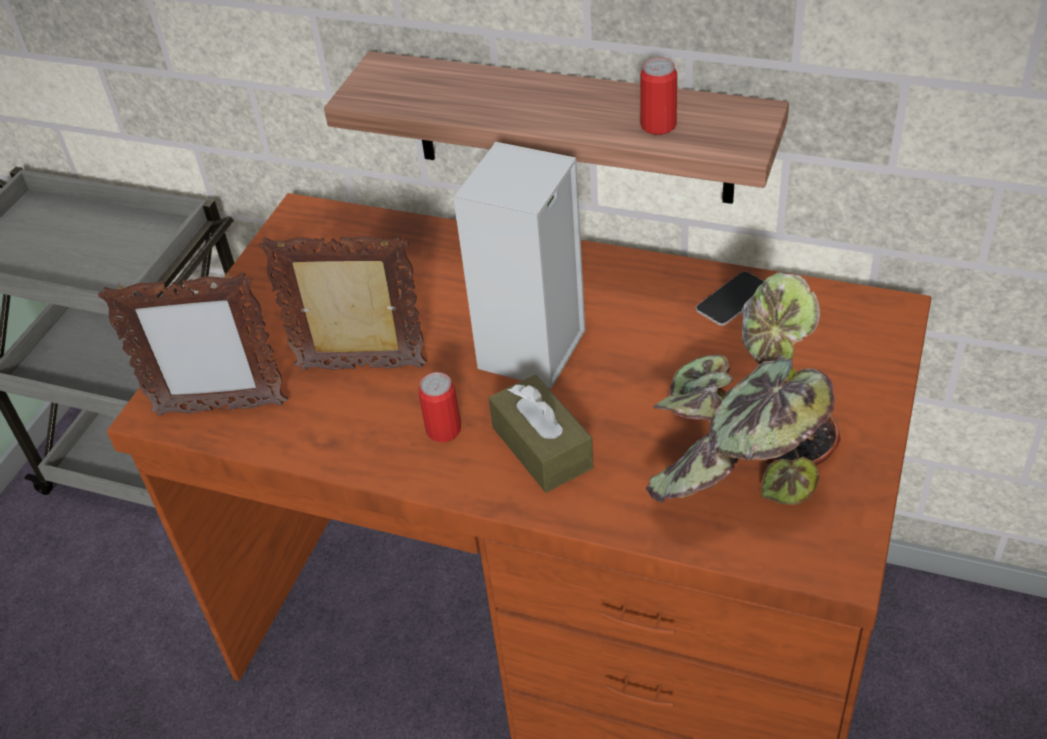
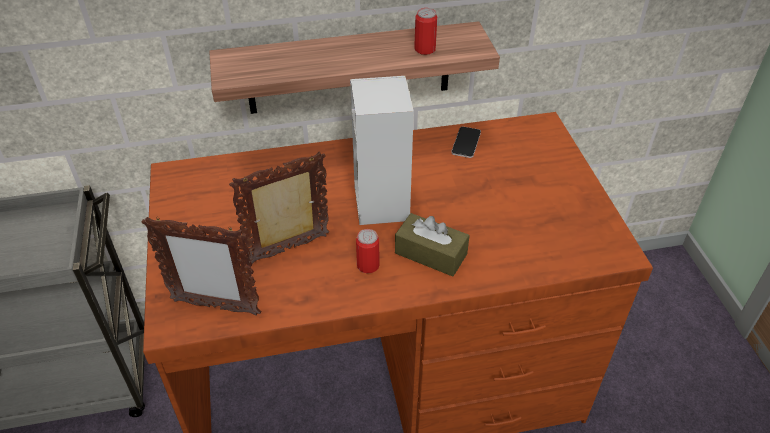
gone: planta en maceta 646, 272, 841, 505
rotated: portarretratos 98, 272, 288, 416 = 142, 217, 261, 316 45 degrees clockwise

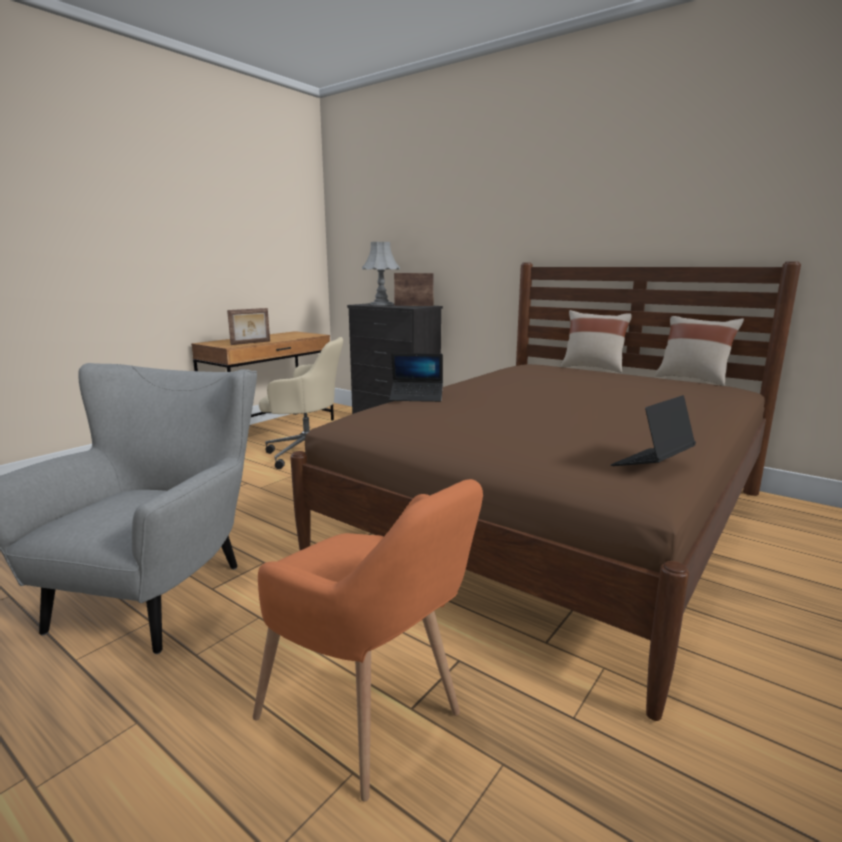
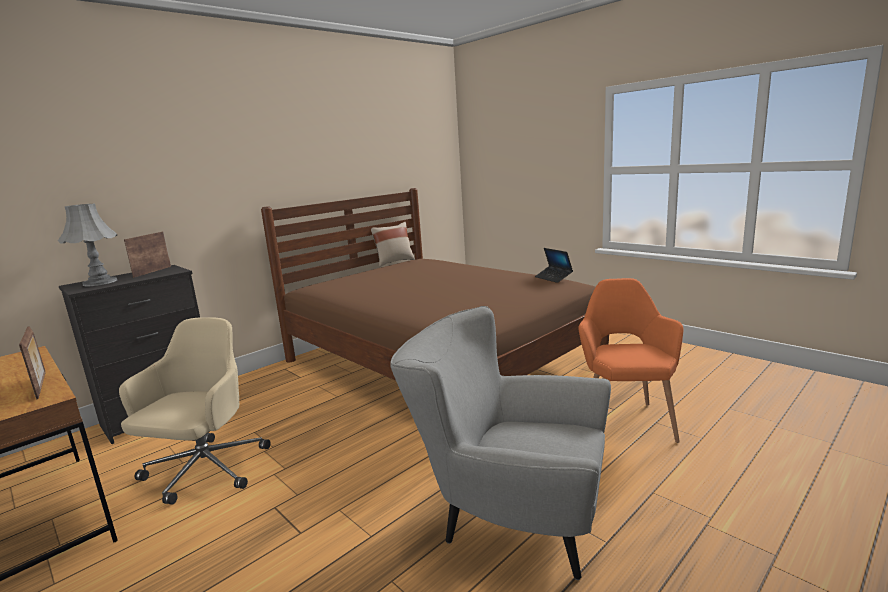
gone: cojín [beis] 560, 310, 632, 373; portátil 389, 353, 443, 402
rotated: sillón [naranja] 253, 479, 483, 801 = 578, 278, 683, 443 45 degrees counterclockwise

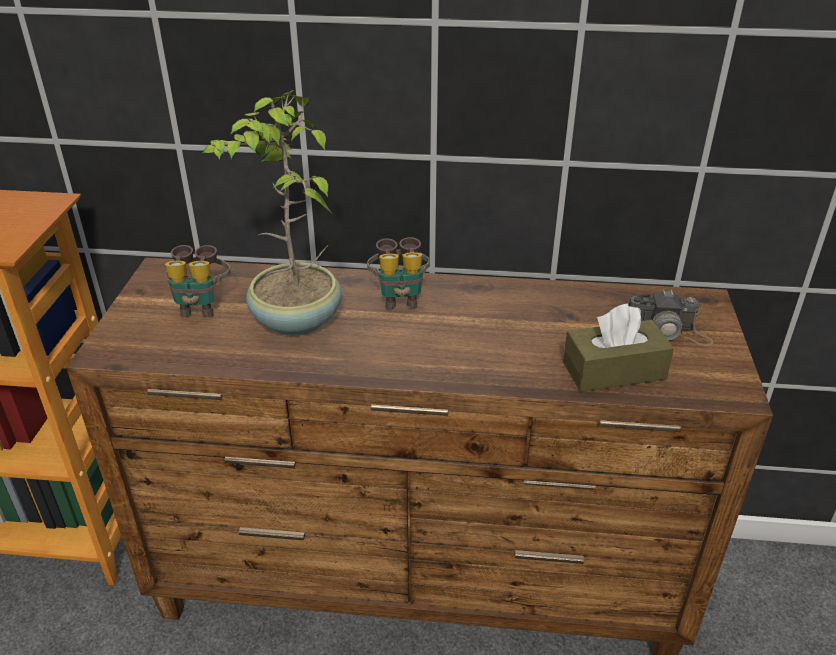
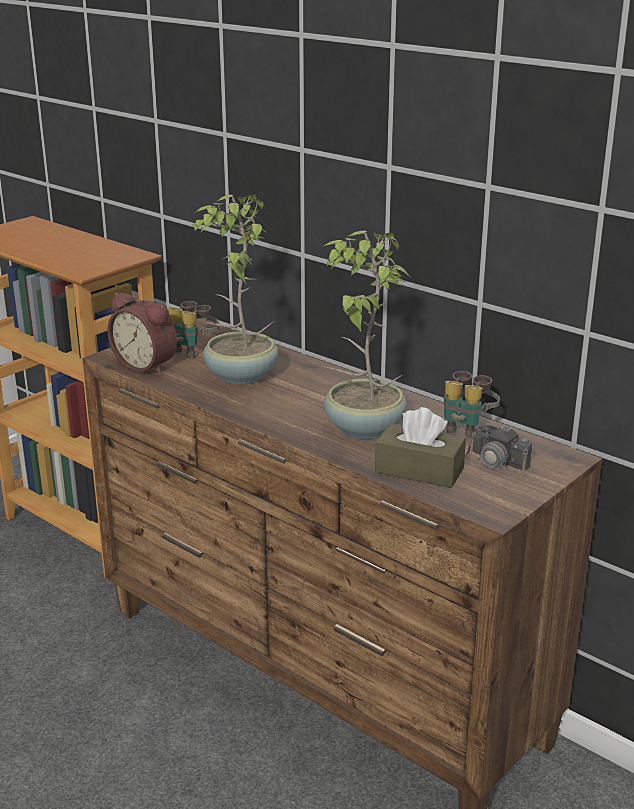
new: planta en maceta 323, 231, 410, 439; despertador 107, 292, 177, 374
shifted: prismáticos 367, 237, 430, 310 to 444, 371, 500, 438

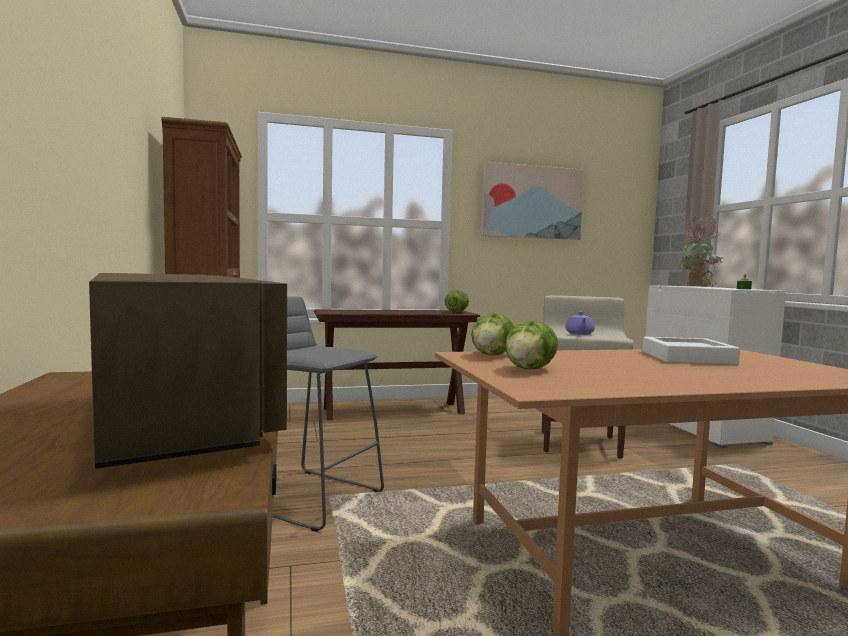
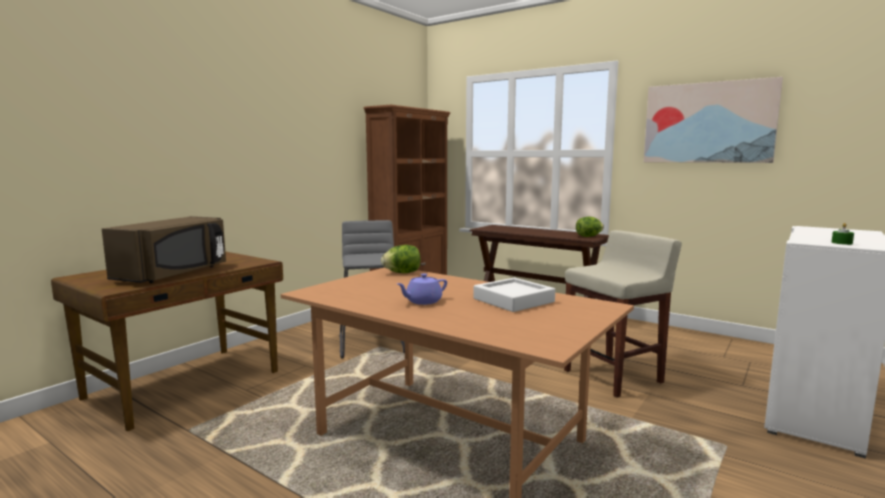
gone: planta en maceta 679, 216, 722, 286; lechuga 505, 321, 558, 369
shifted: tetera [morado] 565, 312, 595, 335 to 397, 273, 447, 305

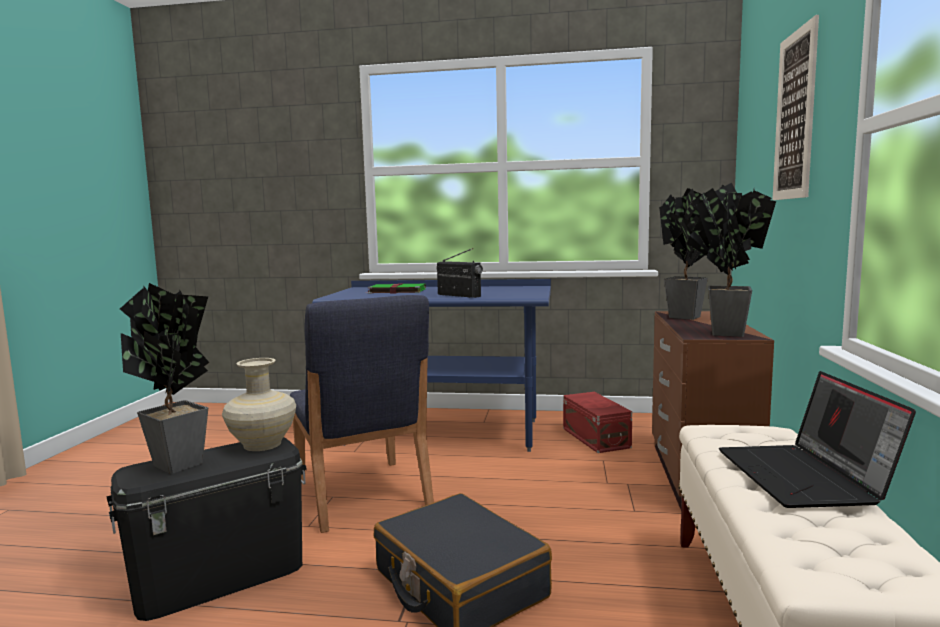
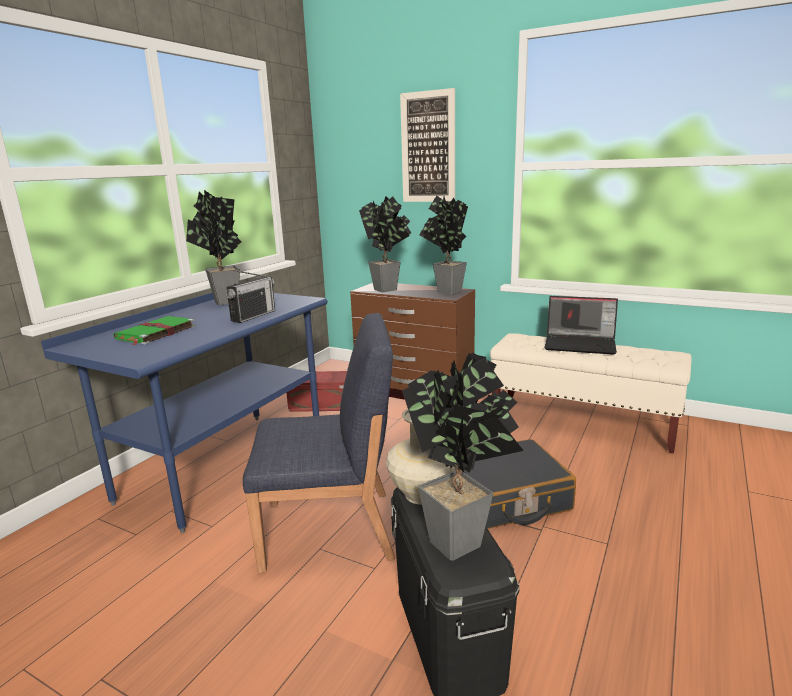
new: planta en maceta 186, 190, 241, 305
rotated: radio 436, 248, 483, 298 = 226, 270, 275, 323 150 degrees clockwise

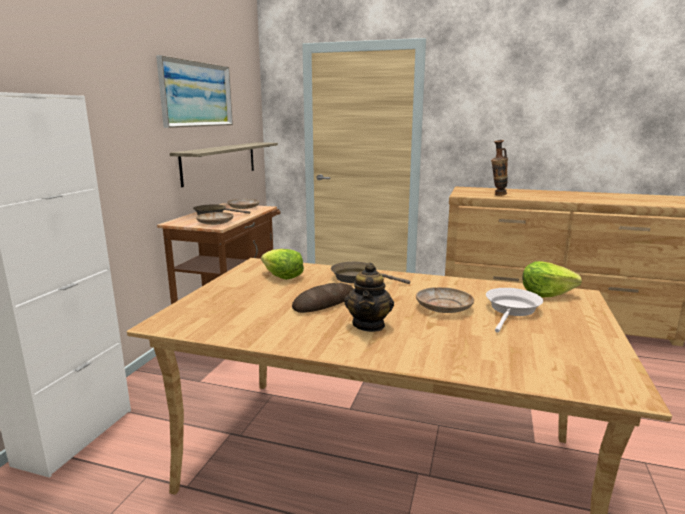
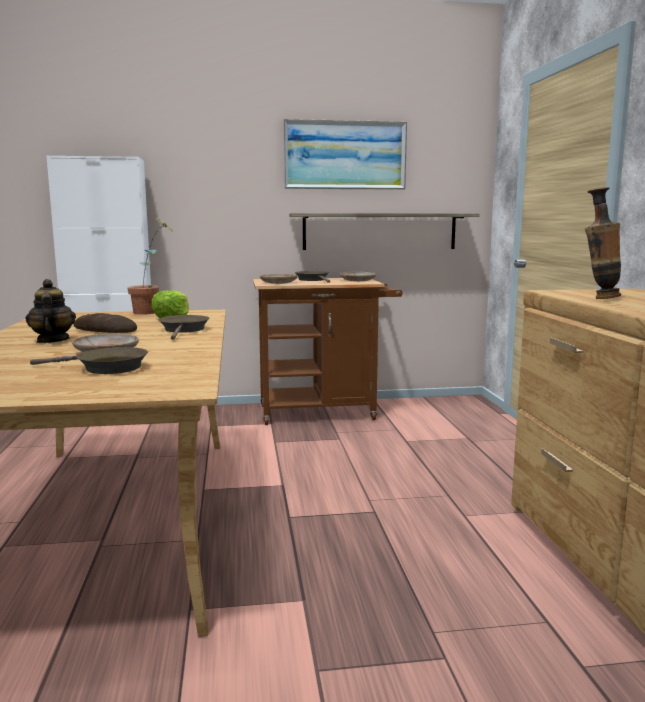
gone: lechuga 523, 261, 582, 297
new: planta en maceta 128, 218, 172, 315
repainted: sartén [blanco] 486, 288, 543, 333 to sartén [marrón] 30, 347, 148, 374
rotated: tetera 344, 262, 394, 332 = 25, 279, 76, 343 90 degrees clockwise

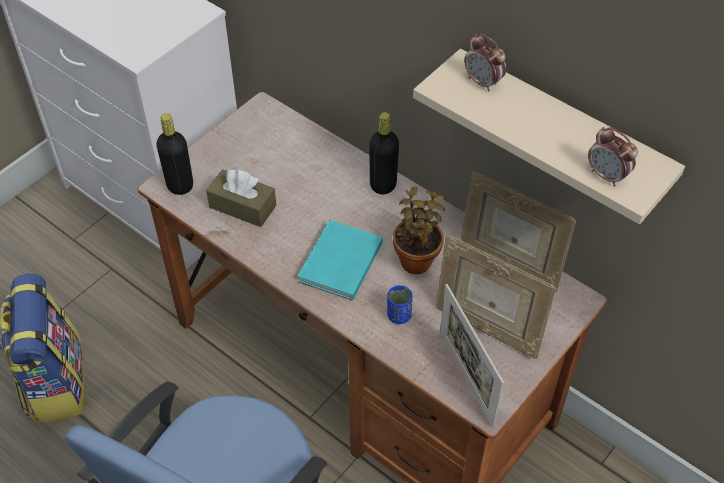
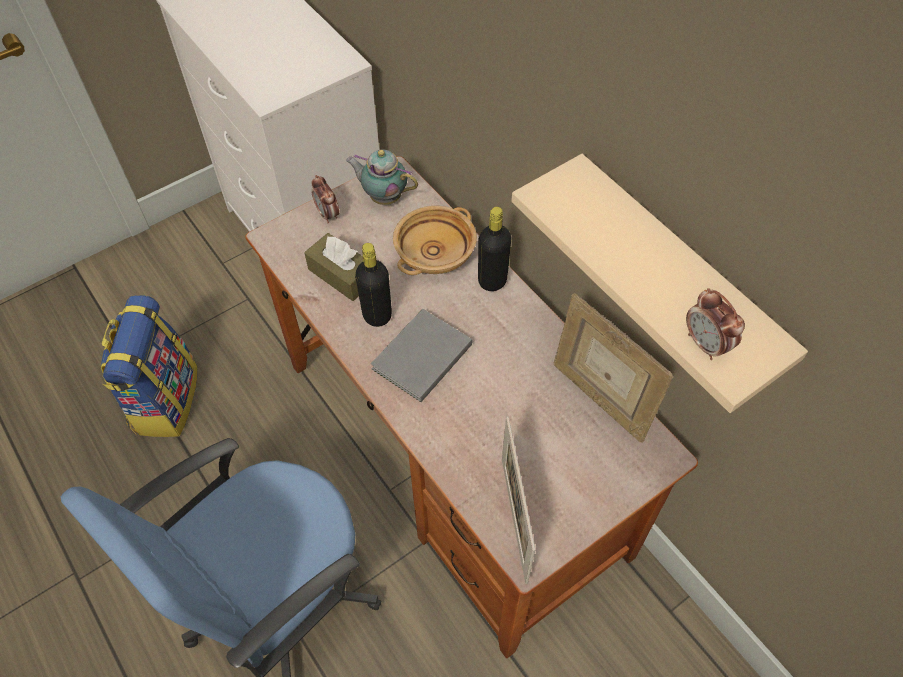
gone: planta en maceta 393, 186, 445, 274; portarretratos 436, 235, 556, 359; taza [azul] 387, 285, 413, 324
new: tetera 346, 150, 418, 205; cuenco [beis] 393, 206, 477, 275
shifted: despertador 464, 34, 506, 92 to 311, 175, 339, 223; botella [negro] 156, 113, 193, 195 to 355, 243, 392, 327
repainted: libro [turquesa] 298, 220, 383, 301 to libro [gris] 371, 309, 472, 402

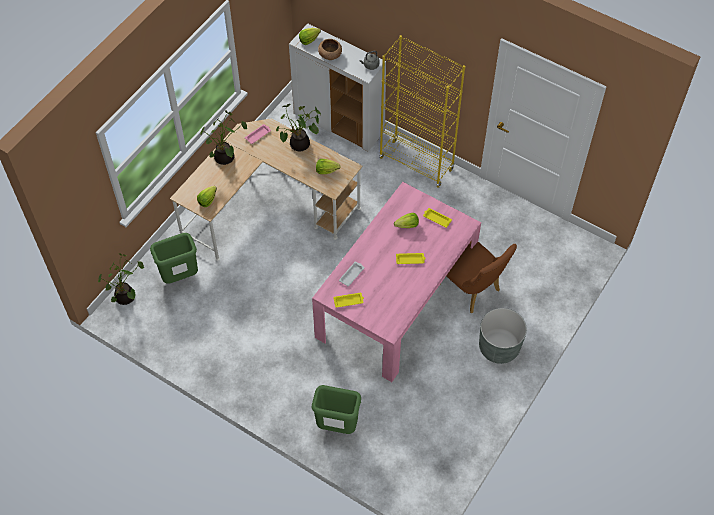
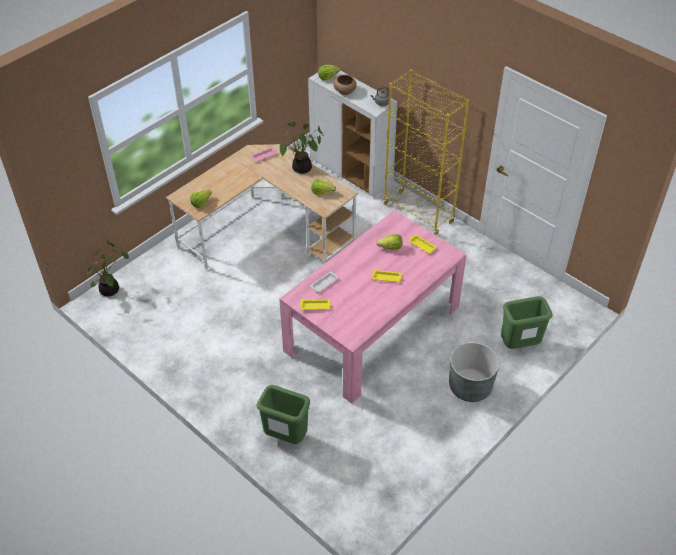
gone: planta en maceta 200, 110, 247, 165; silla [marrón] 439, 240, 517, 313
shifted: papelera [verde] 150, 233, 198, 284 to 501, 296, 553, 349

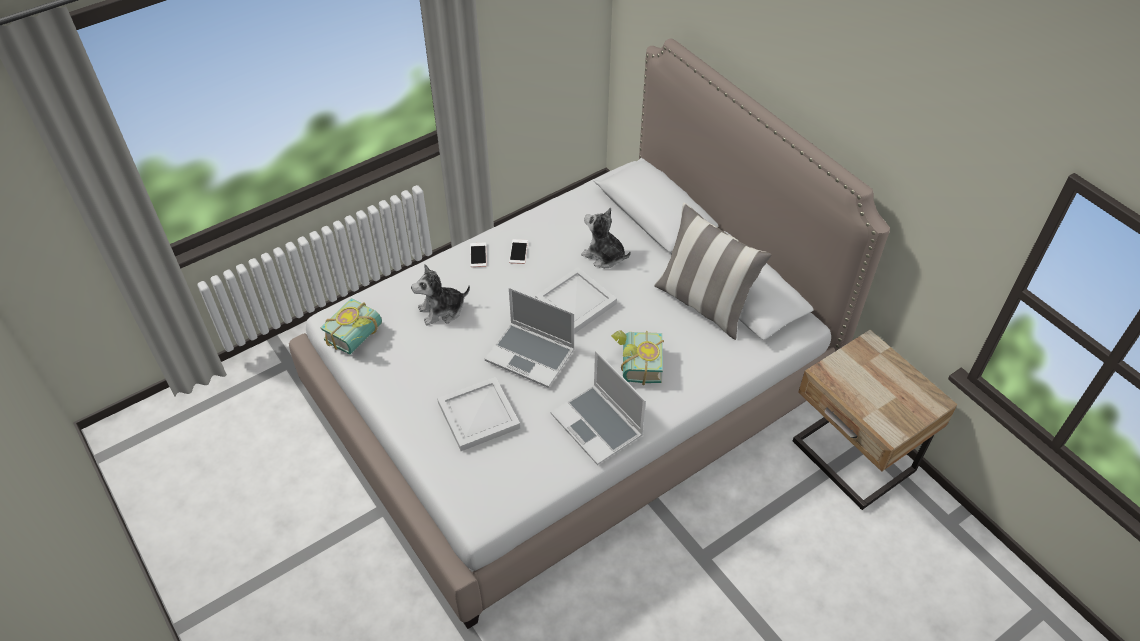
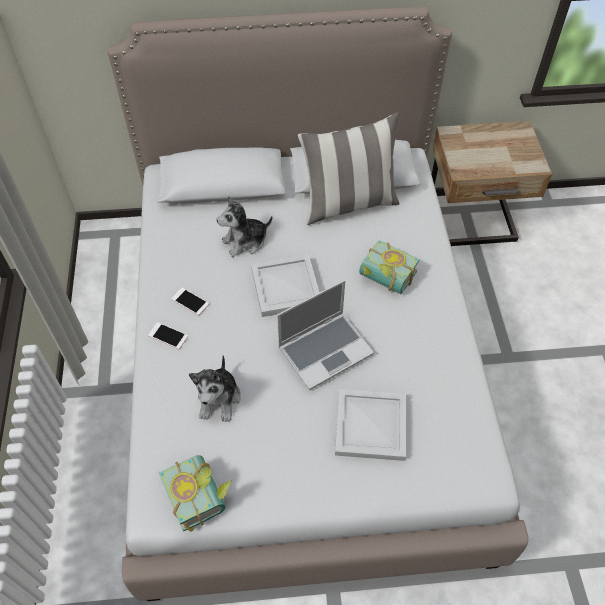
gone: portátil 551, 350, 646, 465

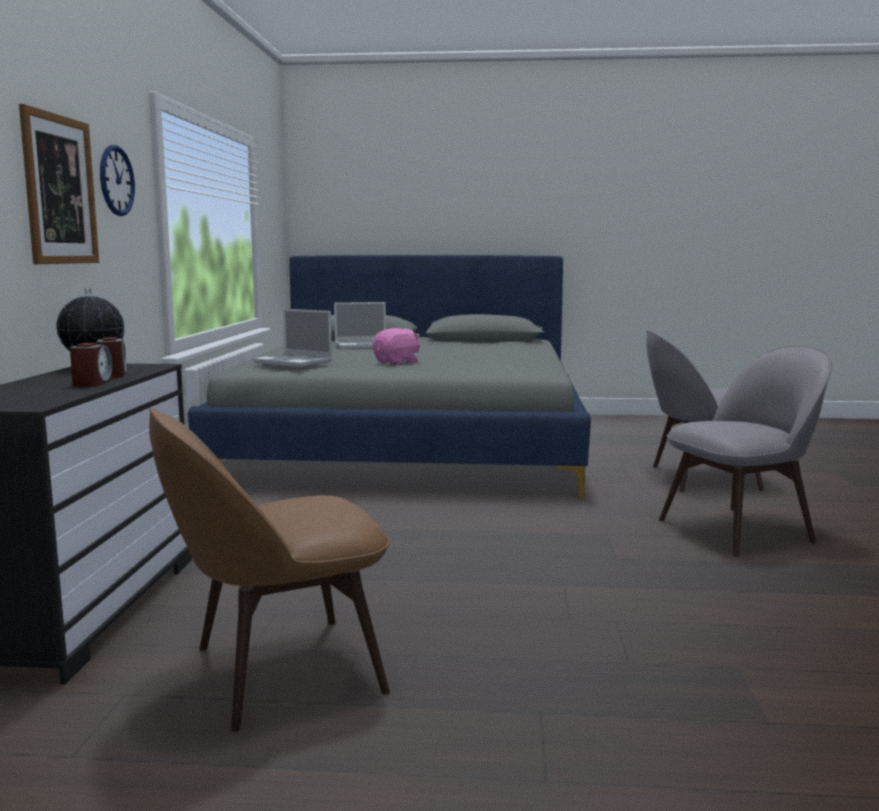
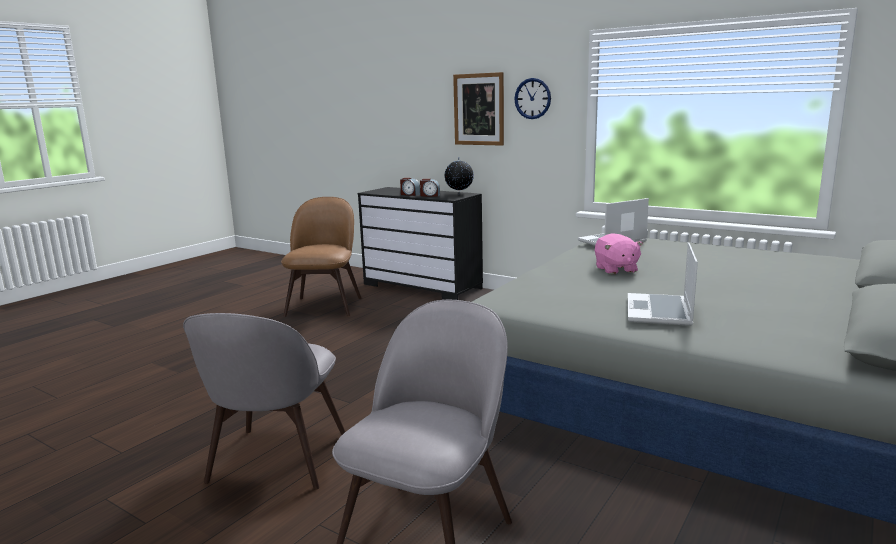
shifted: portátil 334, 302, 386, 349 to 628, 242, 698, 326

